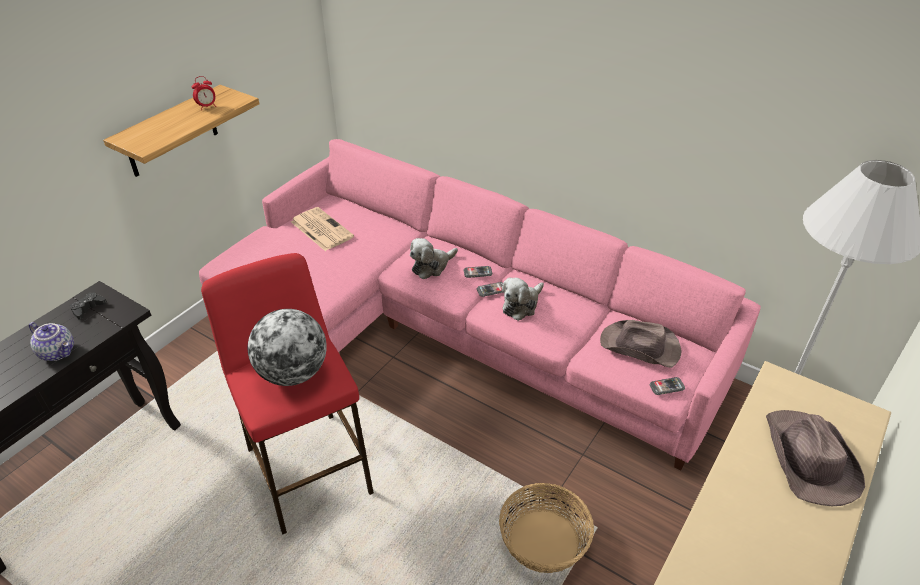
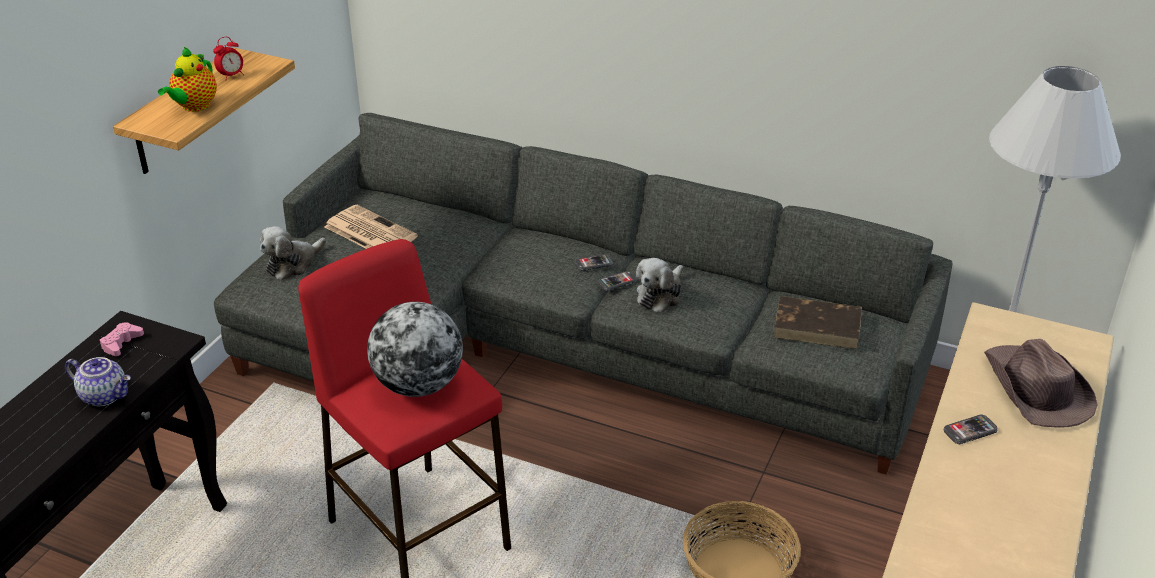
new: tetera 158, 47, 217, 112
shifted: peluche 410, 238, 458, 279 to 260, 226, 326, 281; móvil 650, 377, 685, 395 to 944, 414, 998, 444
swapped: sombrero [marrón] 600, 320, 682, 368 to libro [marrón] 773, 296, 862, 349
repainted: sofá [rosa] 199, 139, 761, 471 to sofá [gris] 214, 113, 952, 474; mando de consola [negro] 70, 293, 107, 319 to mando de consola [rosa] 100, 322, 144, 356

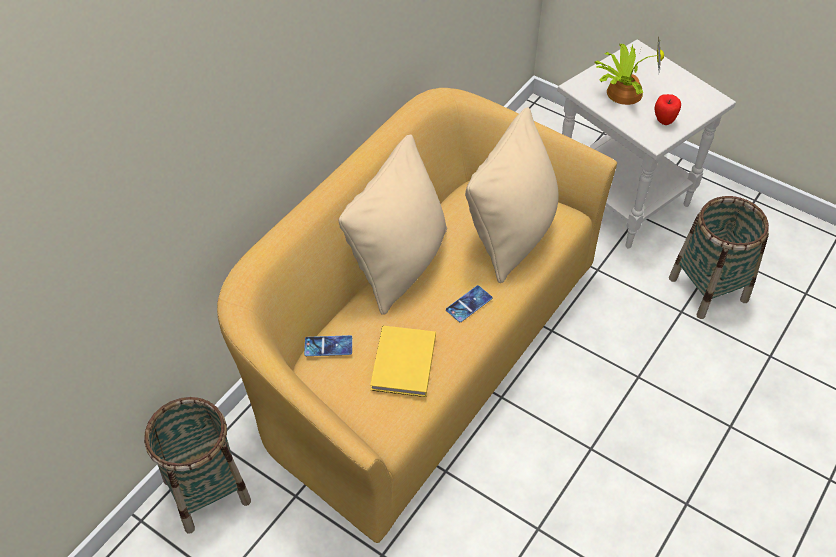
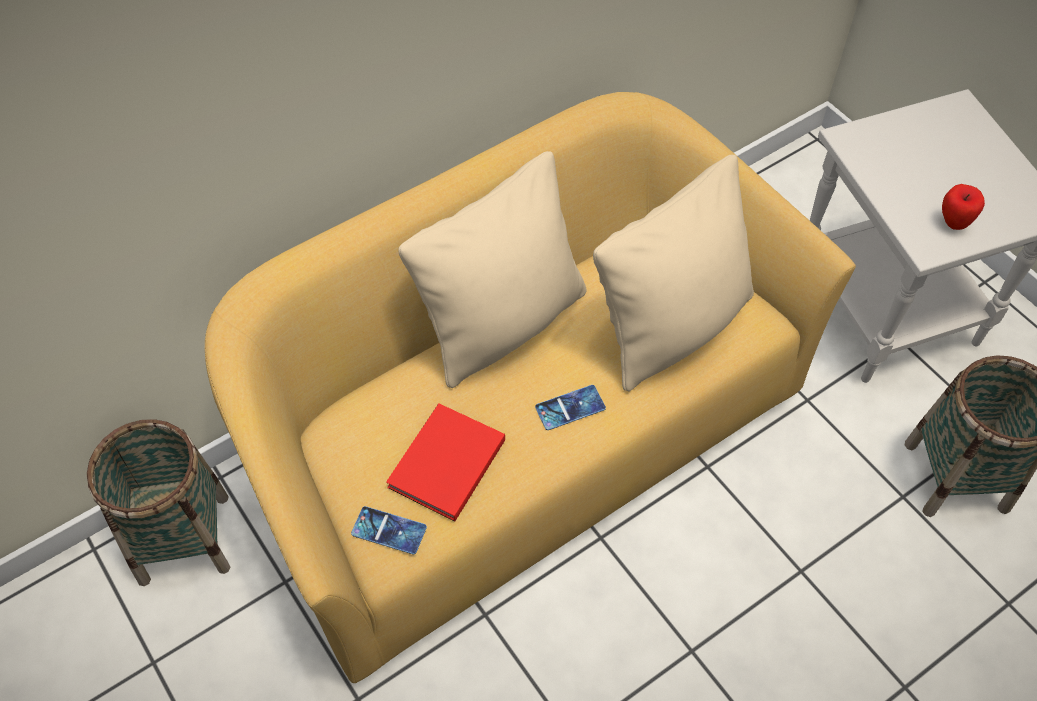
gone: planta en maceta 594, 39, 664, 105
shifted: móvil 304, 335, 352, 356 to 351, 506, 427, 555
repainted: libro [amarillo] 370, 325, 436, 397 to libro [rojo] 386, 403, 505, 521

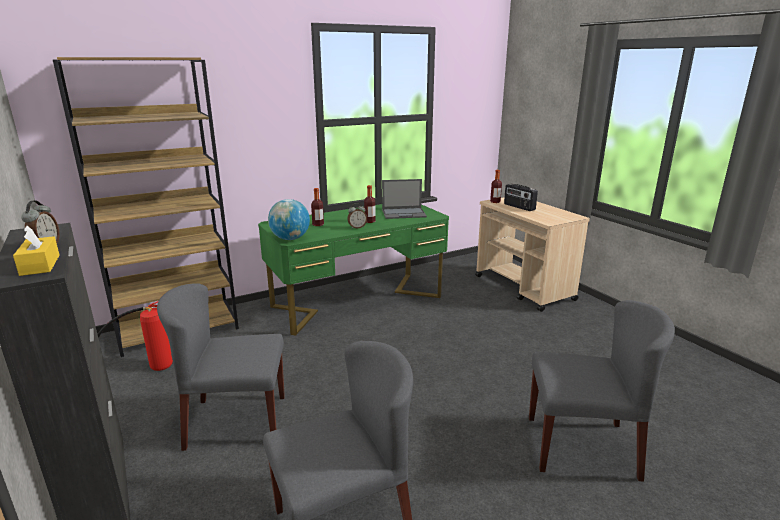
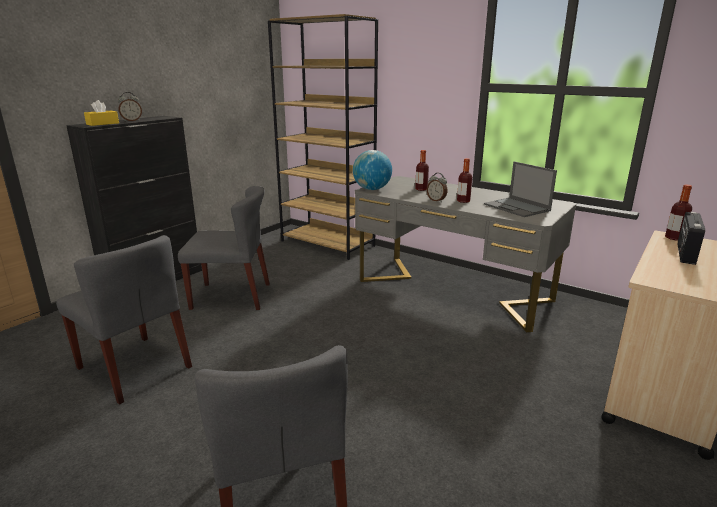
gone: extintor 98, 301, 173, 371
repainted: escritorio [verde] 258, 204, 449, 336 to escritorio [gris] 355, 176, 576, 332
rotated: silla [gris] 157, 283, 285, 451 = 178, 186, 270, 310 120 degrees clockwise

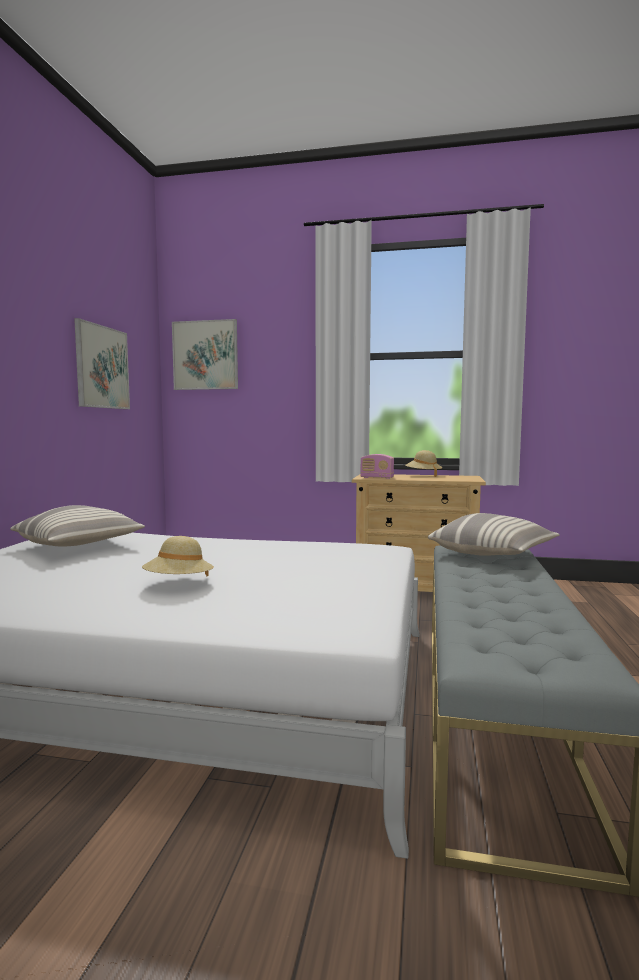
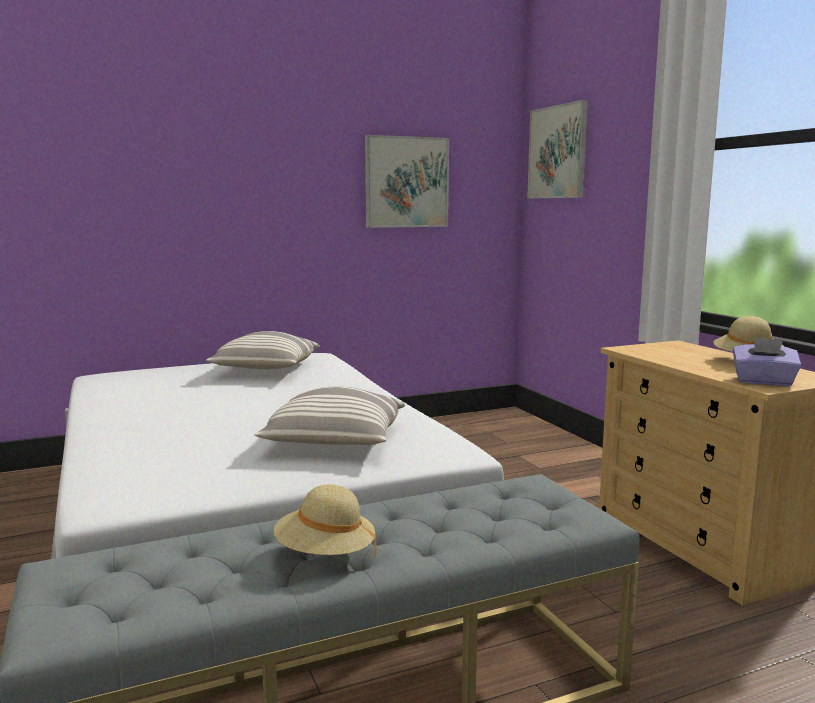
gone: radio 360, 454, 394, 479
new: caja de pañuelos [morado] 733, 337, 801, 386
shifted: cojín 428, 513, 560, 556 to 255, 386, 405, 445; sombrero [beis] 142, 536, 214, 577 to 274, 485, 376, 557

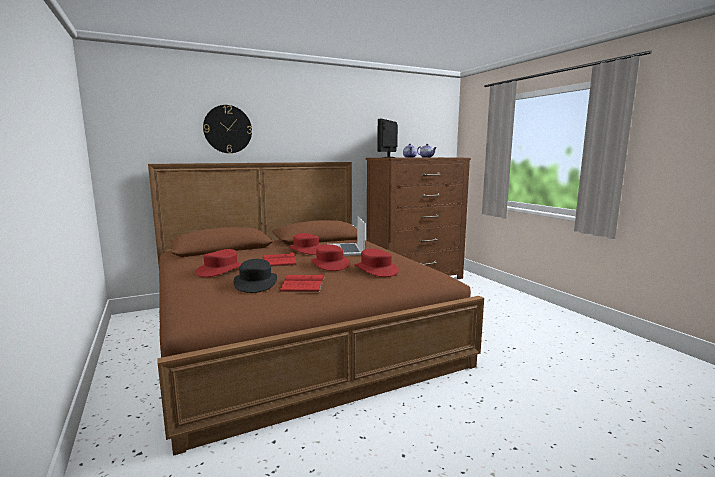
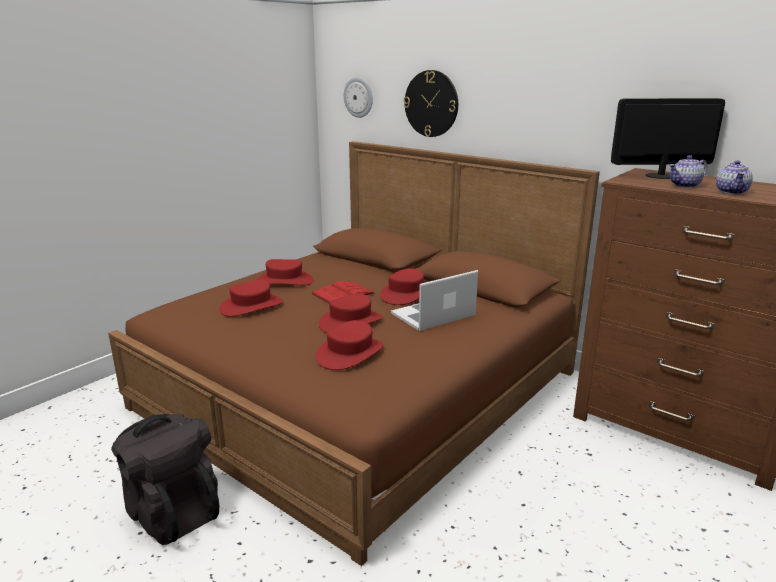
gone: libro [rojo] 279, 273, 325, 292
new: reloj de pared 344, 77, 373, 118; mochila [negro] 111, 414, 219, 545
repainted: sombrero [negro] 233, 259, 277, 293 to sombrero [rojo] 219, 280, 283, 317

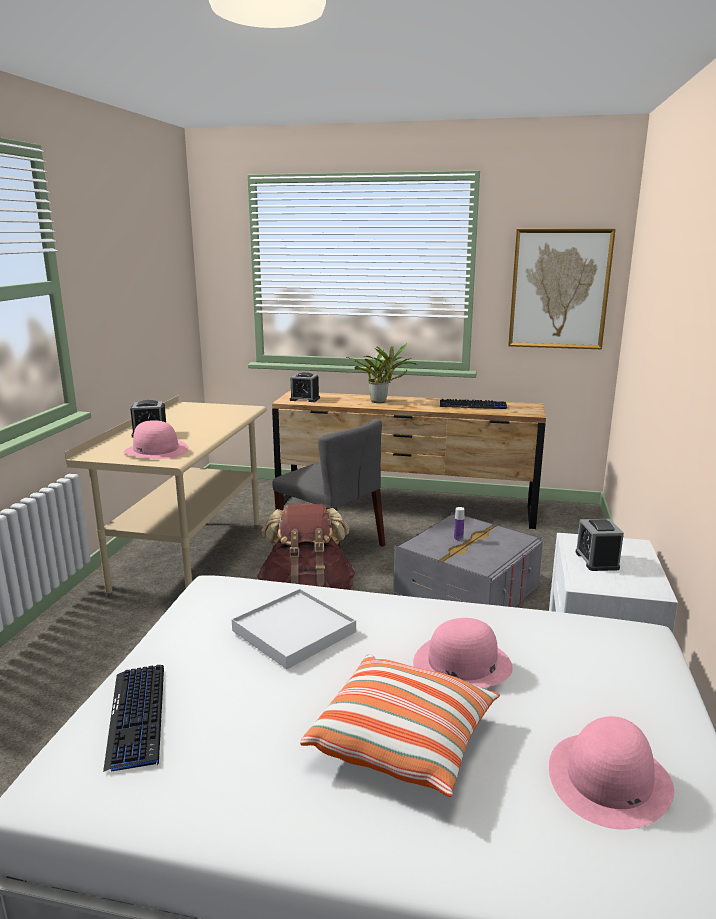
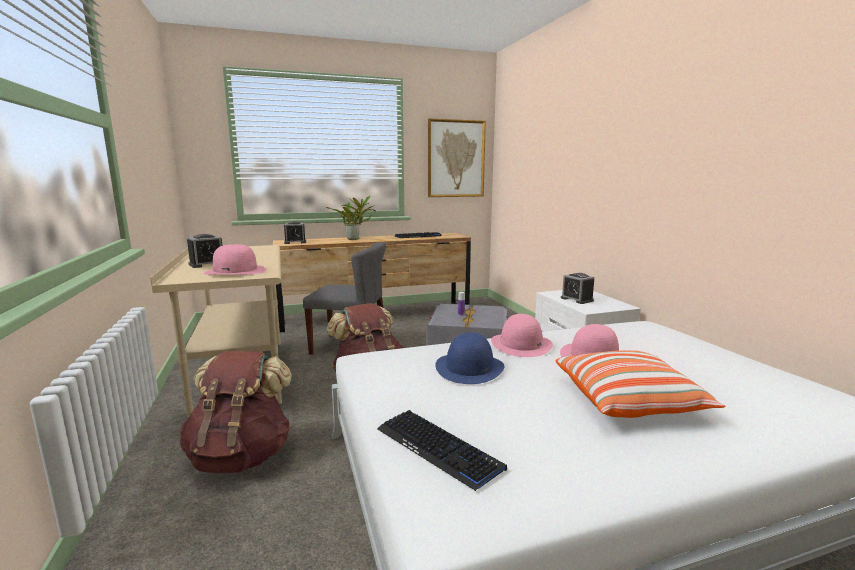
new: mochila [marrón] 180, 351, 292, 474
shifted: sombrero [rosa] 549, 716, 674, 830 to 491, 314, 553, 357
swapped: bandeja [blanco] 231, 589, 356, 669 to sombrero [azul] 435, 332, 504, 384

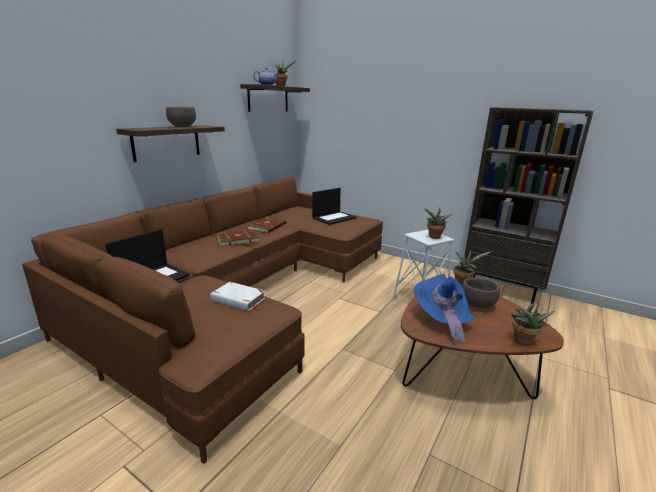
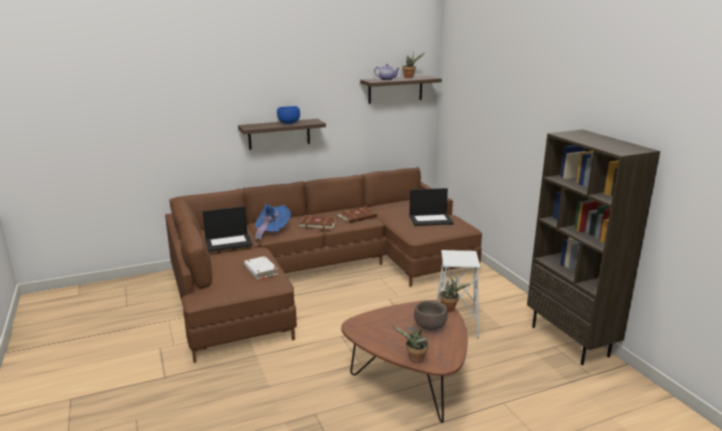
gone: planta en maceta 425, 207, 452, 239
shifted: sombrero [azul] 414, 274, 475, 344 to 254, 204, 291, 241
repainted: cuenco [marrón] 166, 107, 196, 127 to cuenco [azul] 277, 106, 300, 124

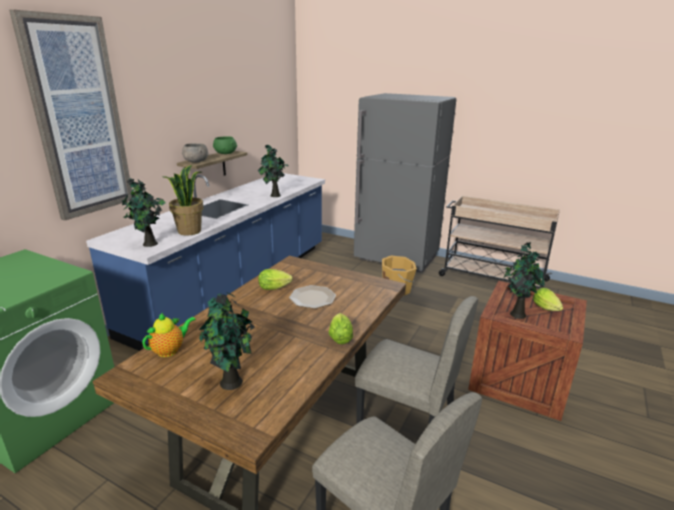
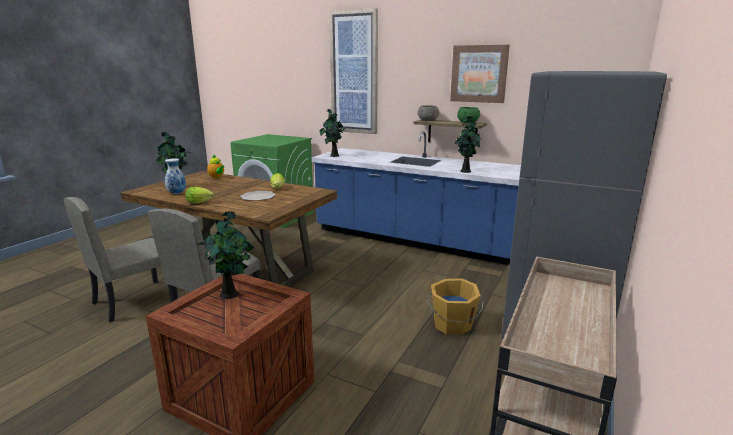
gone: planta en maceta 163, 165, 203, 235; lechuga 533, 288, 563, 311
new: cuadro 450, 45, 510, 103; florero 164, 158, 186, 194

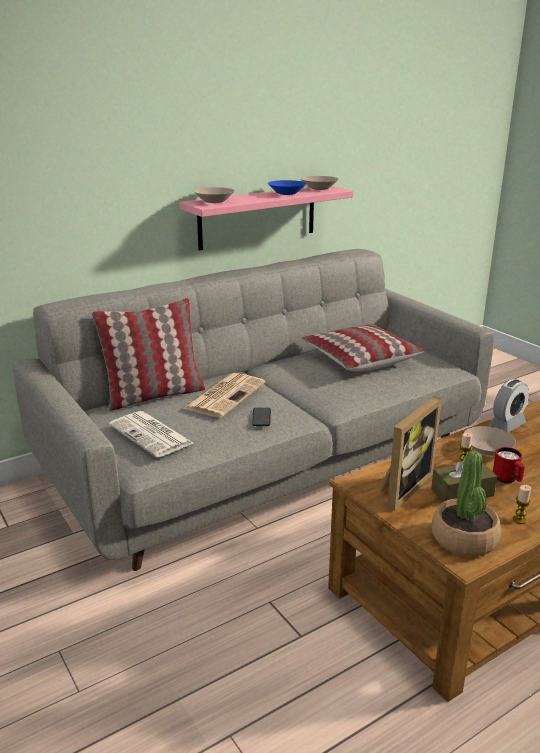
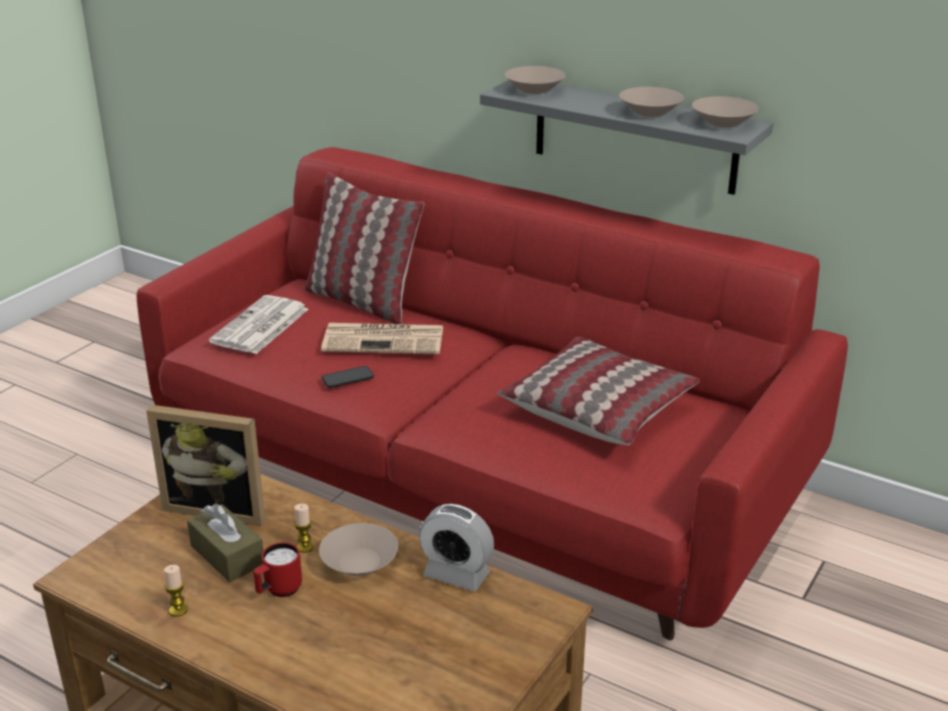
gone: planta en maceta 432, 451, 501, 557
repainted: cuenco [azul] 268, 180, 306, 195 to cuenco [beis] 619, 87, 684, 117; estante [rosa] 179, 186, 353, 250 to estante [gris] 480, 80, 773, 195; sofá [gris] 13, 249, 494, 571 to sofá [rojo] 136, 147, 848, 640

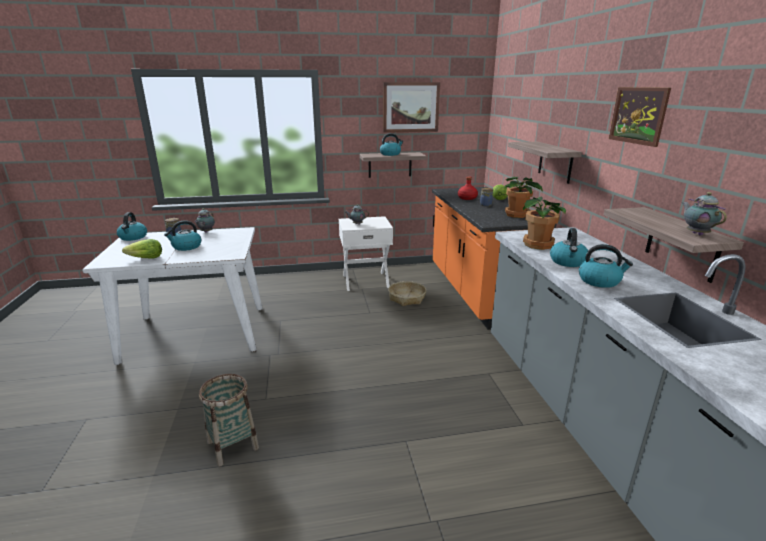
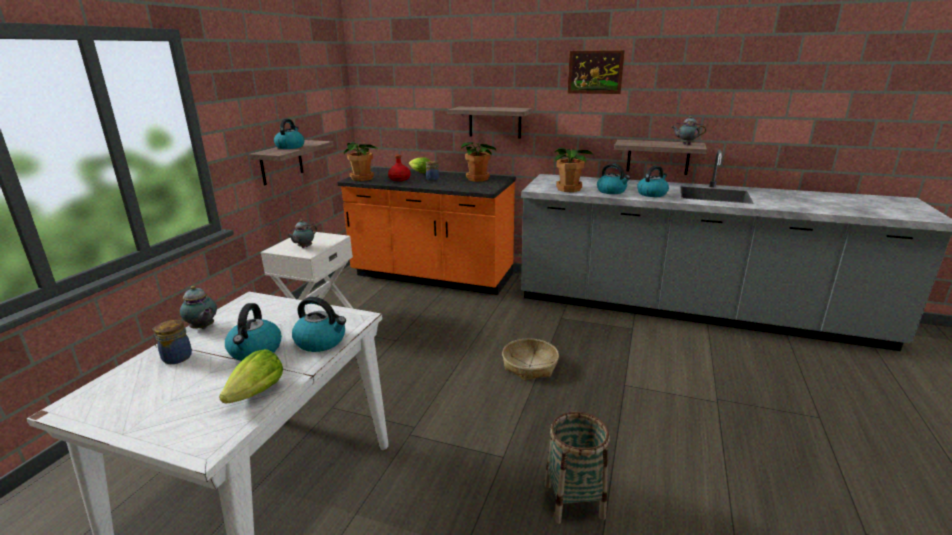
gone: cuadro 383, 82, 440, 133
new: planta en maceta 344, 142, 378, 181
shifted: hervidor 117, 212, 147, 241 to 292, 297, 346, 352; cesta 388, 281, 426, 306 to 502, 339, 559, 381

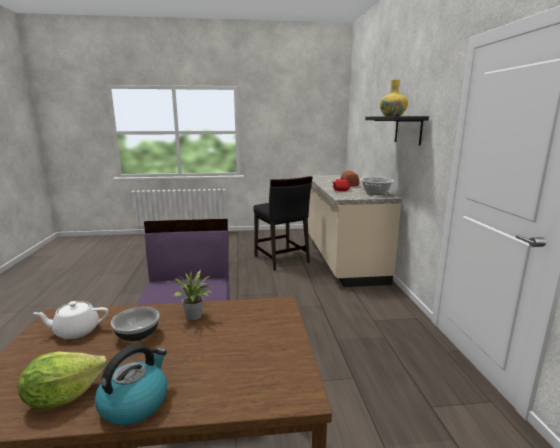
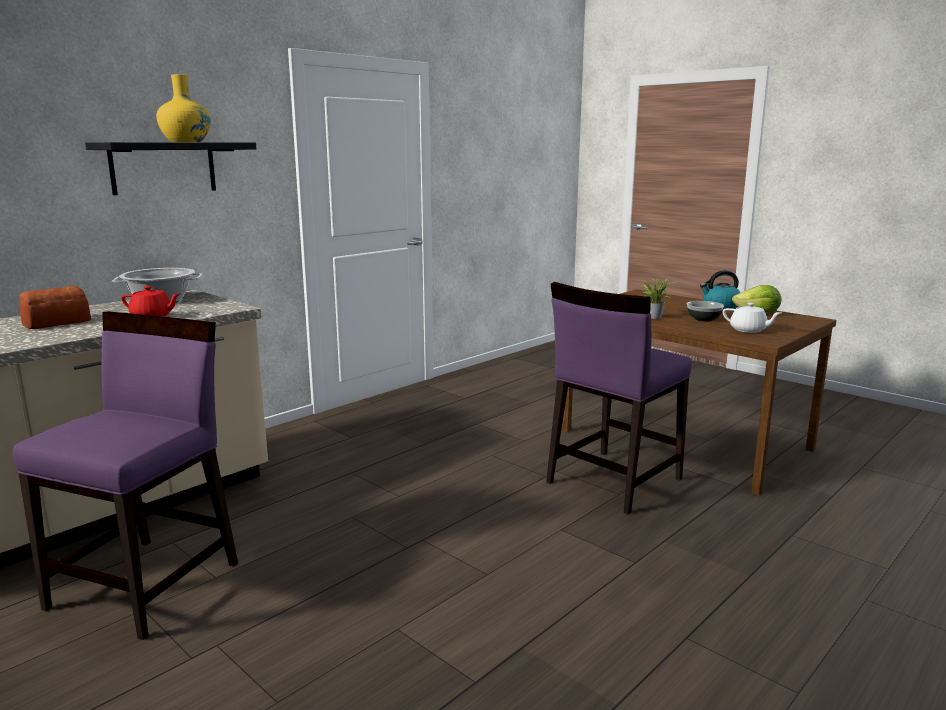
repainted: silla [negro] 253, 176, 313, 271 to silla [morado] 13, 312, 238, 640

